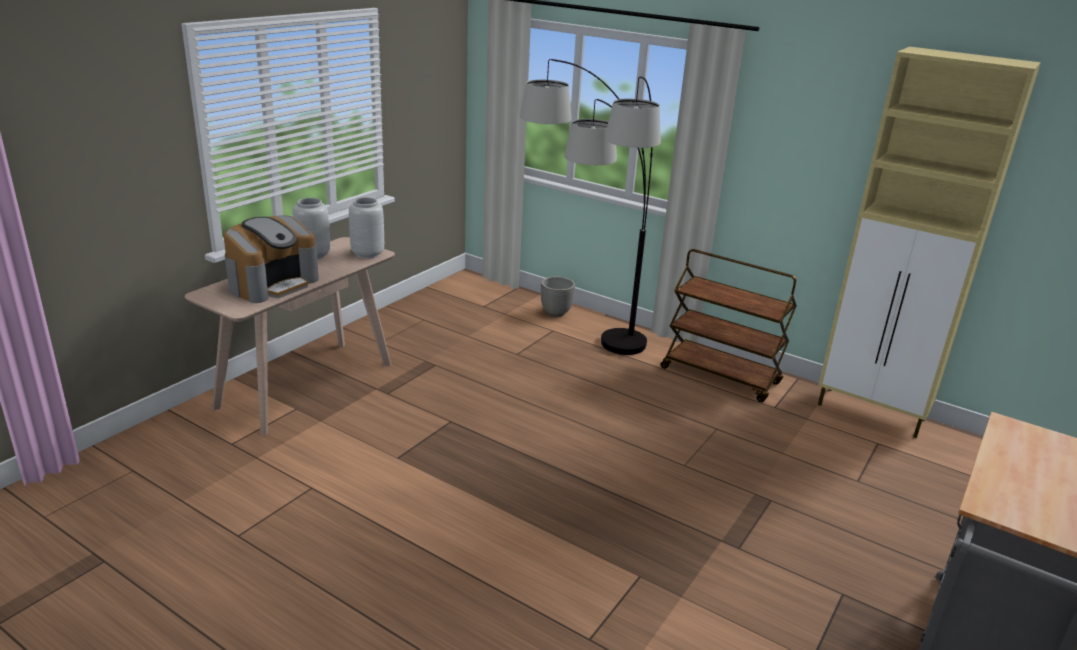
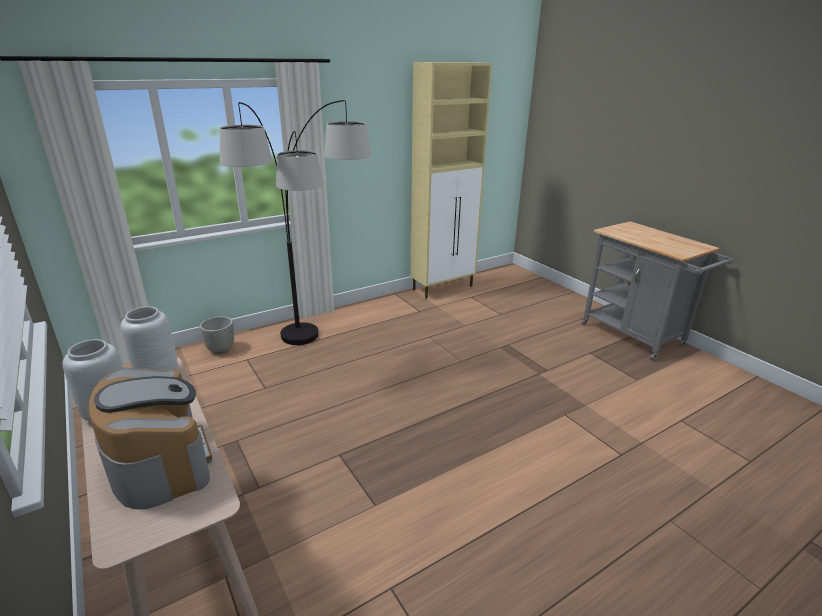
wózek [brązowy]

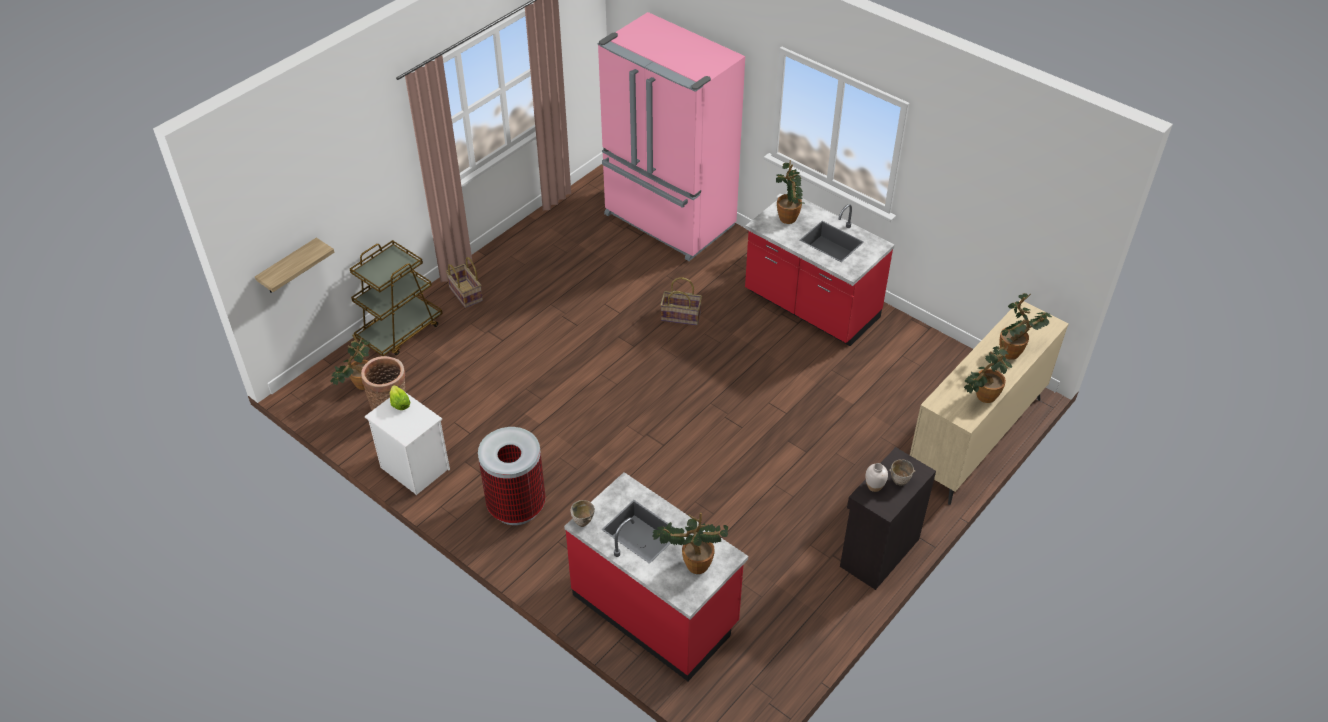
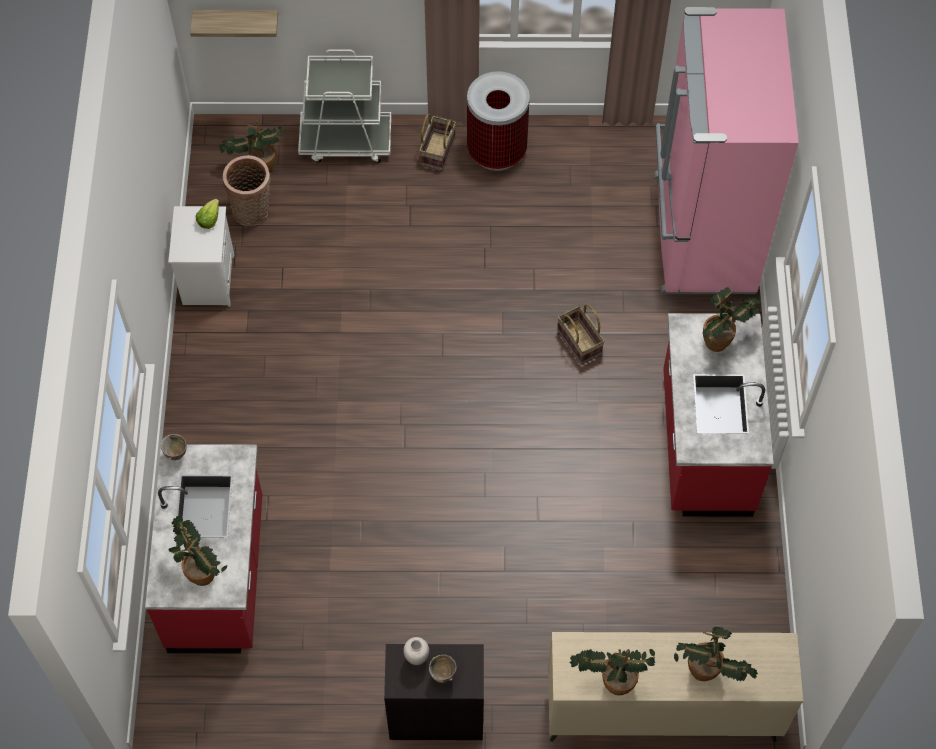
kosz na śmieci
wózek [biały]

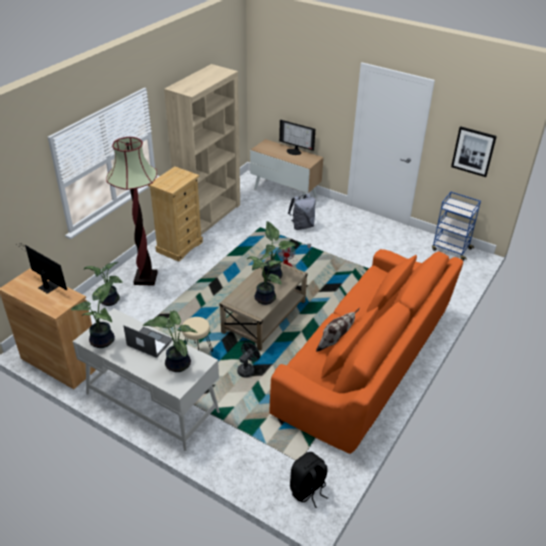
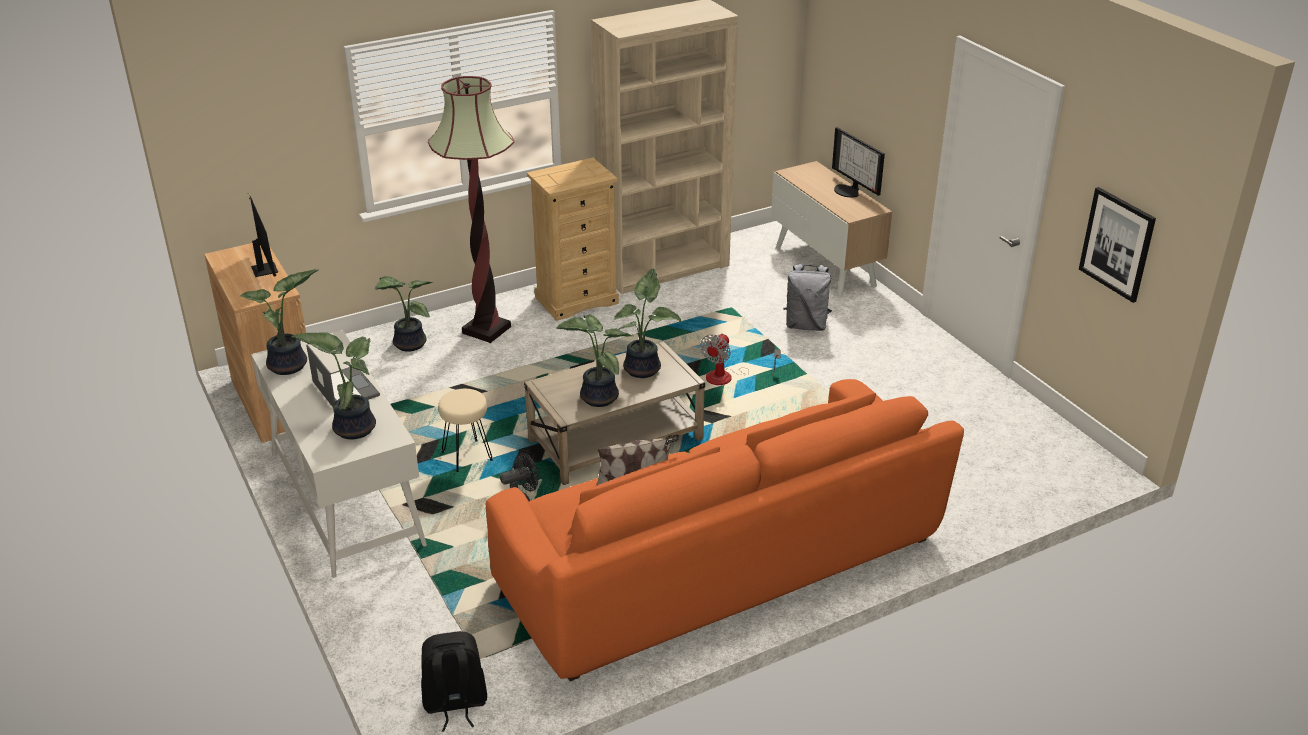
wózek [niebieski]

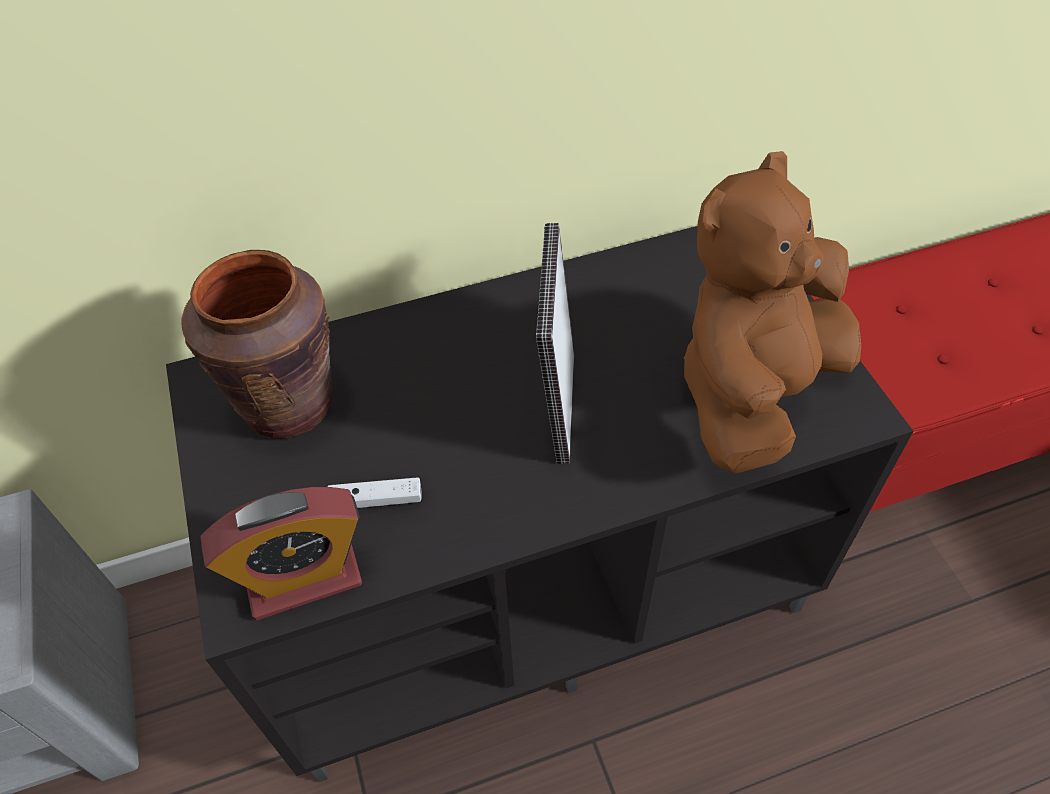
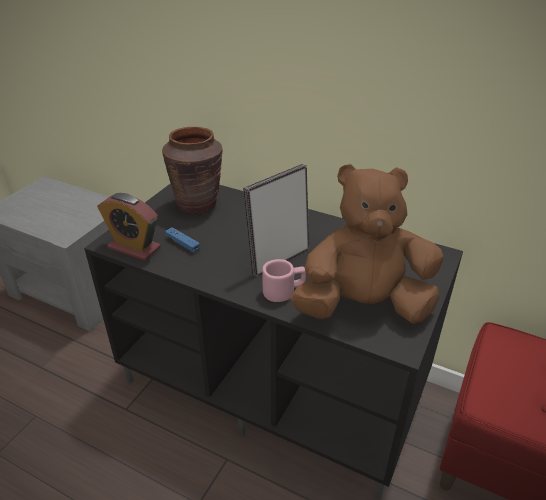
kubek [różowy]
pad do gier [niebieski]

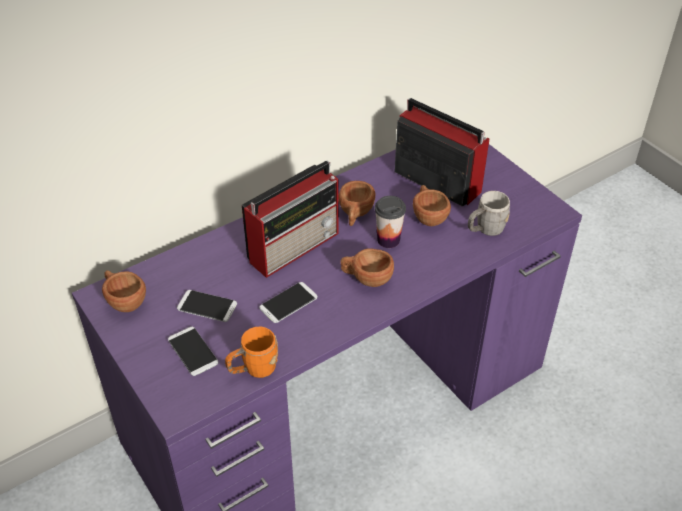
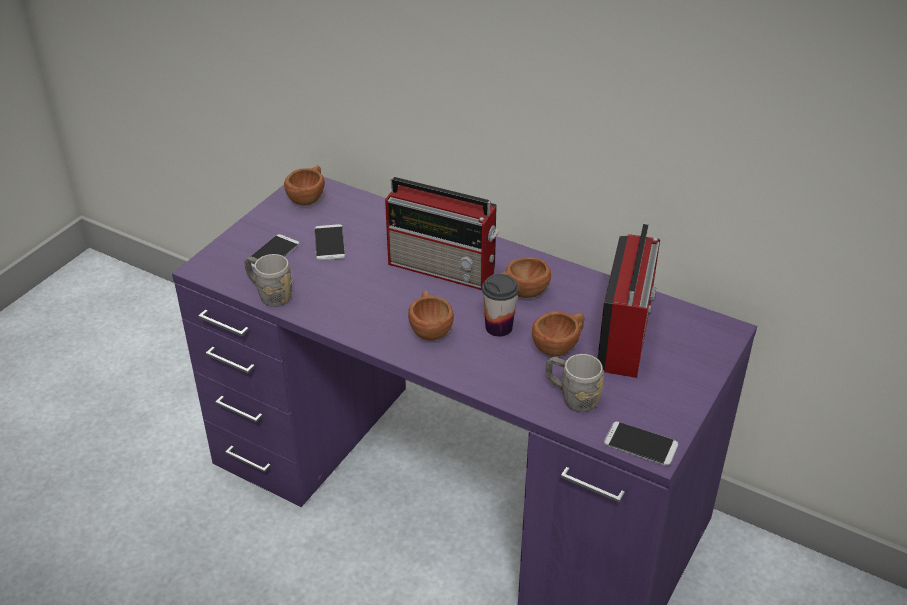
telefon (3rd from left)
kubek [szary] (1st from left)

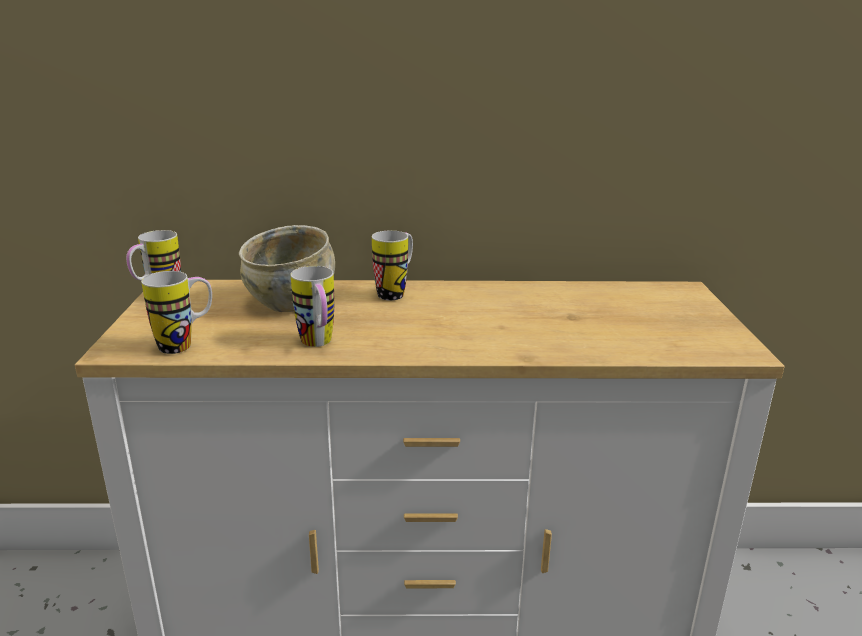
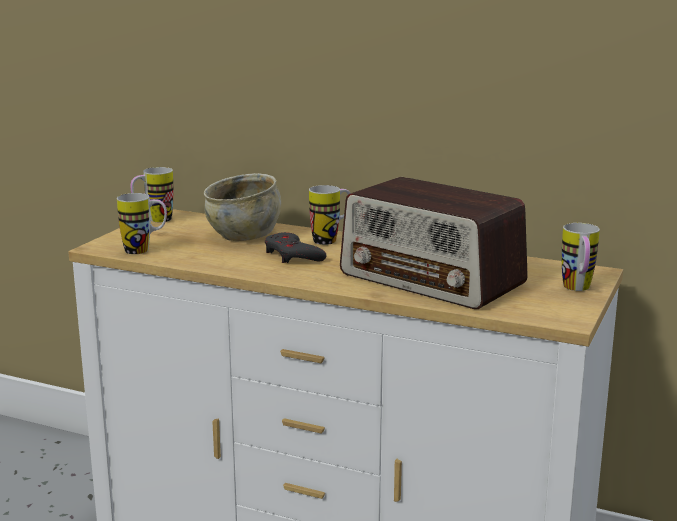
pad do gier [szary]
radio
kubek (4th from left)

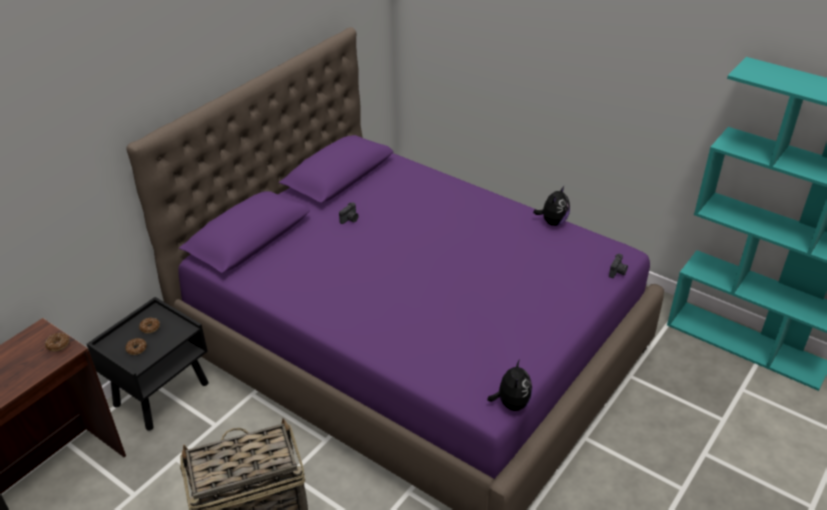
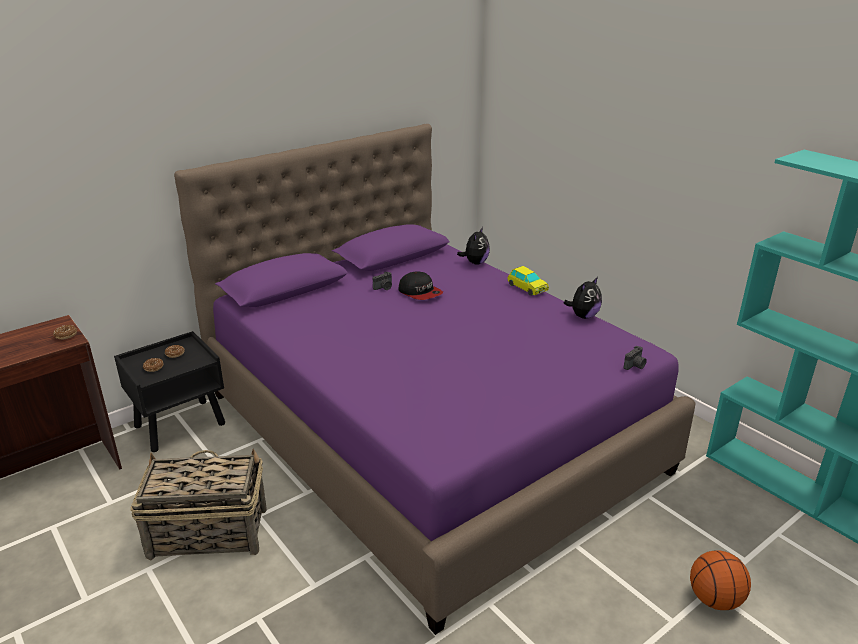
czapka z daszkiem
samochodzik
piłka do koszykówki
pluszak (1st from left)

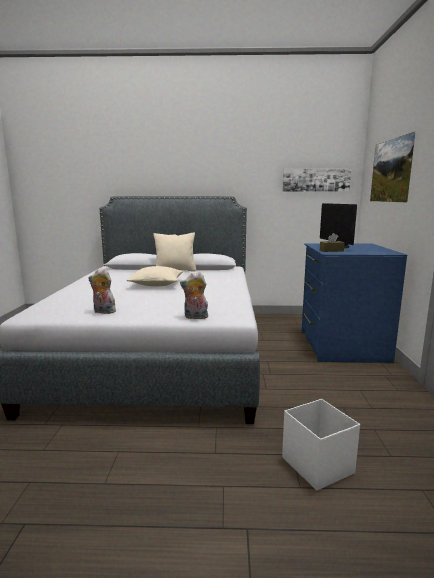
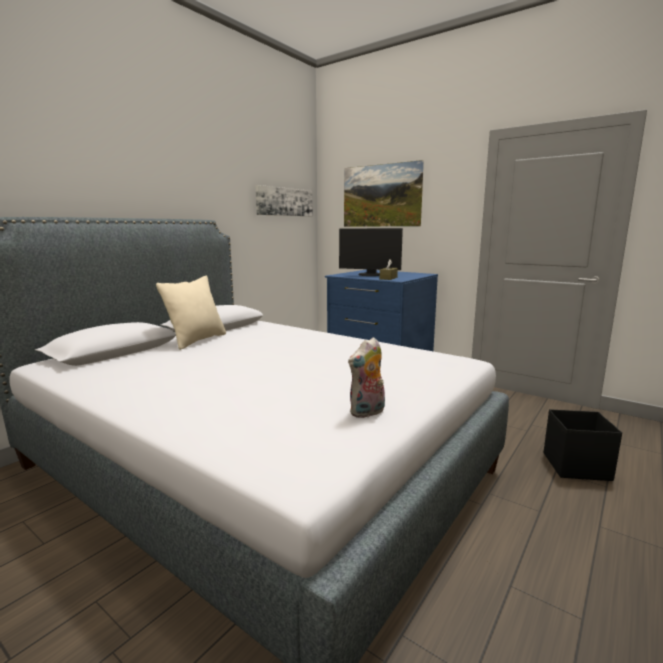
poduszka [beżowy] (1st from left in the first image)
pluszak (2nd from left in the first image)
pojemnik do przechowywania [czarny]

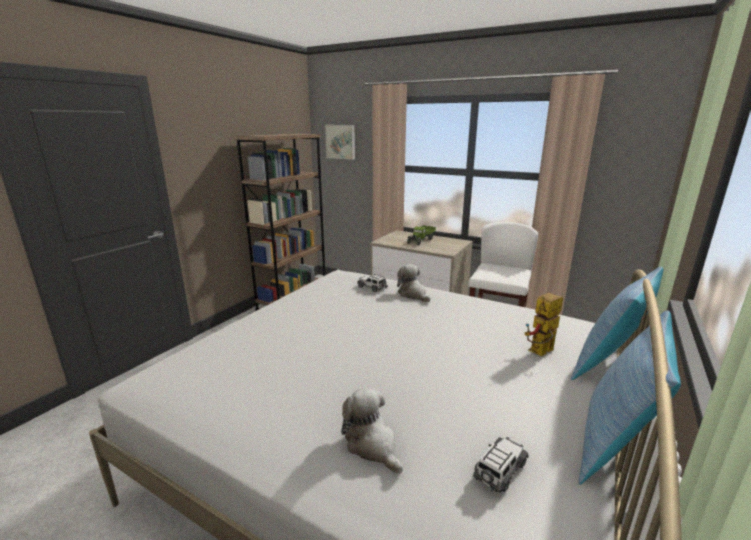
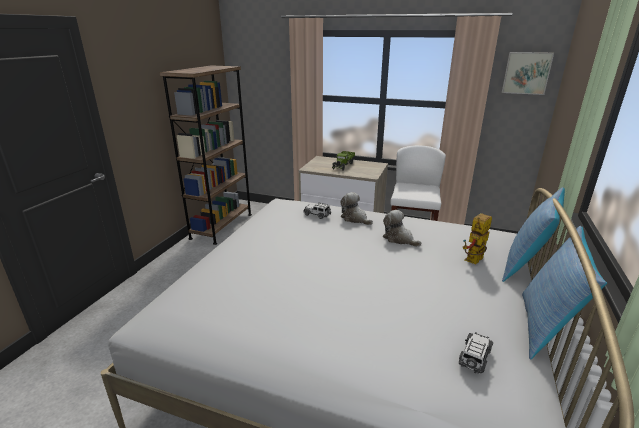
obraz
pluszak (2nd from left)

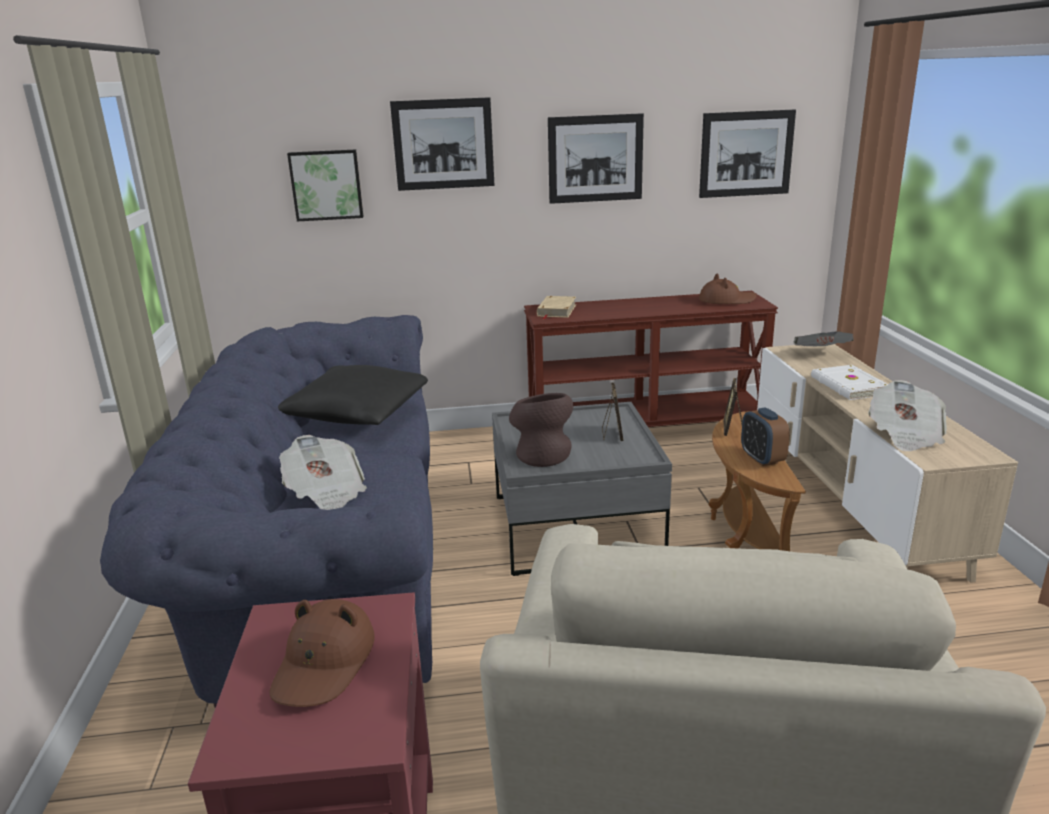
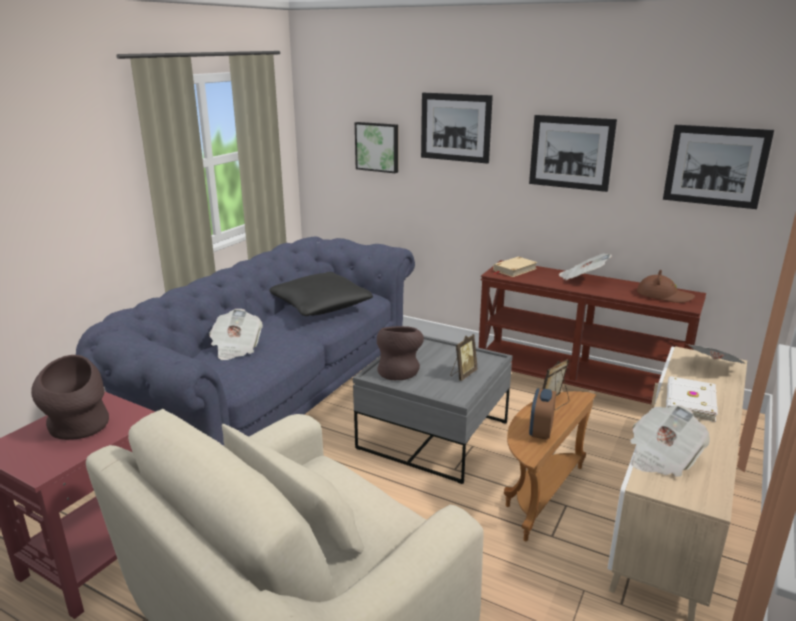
gazeta (2nd from left)
wazon [brązowy] (1st from left)

